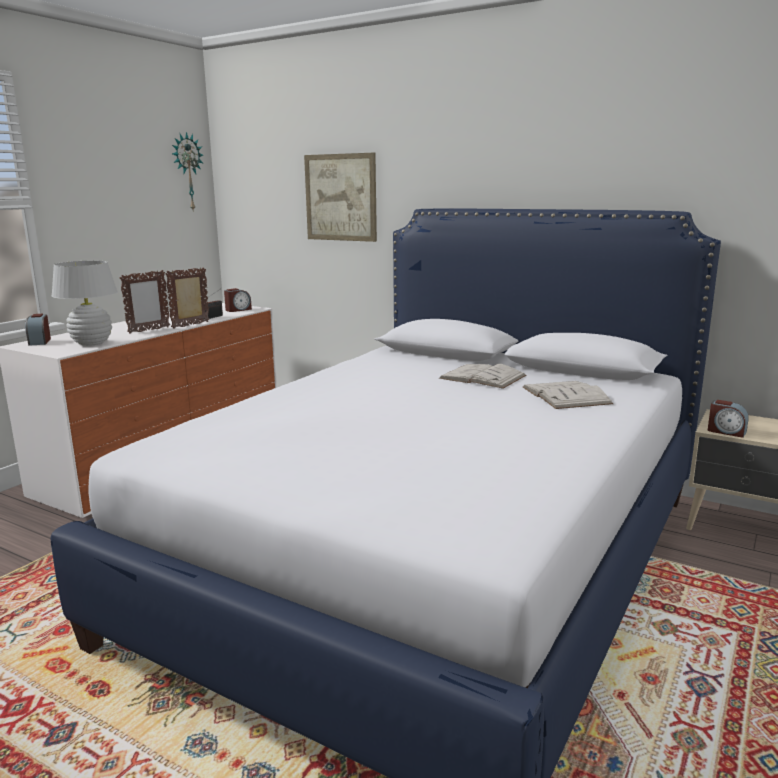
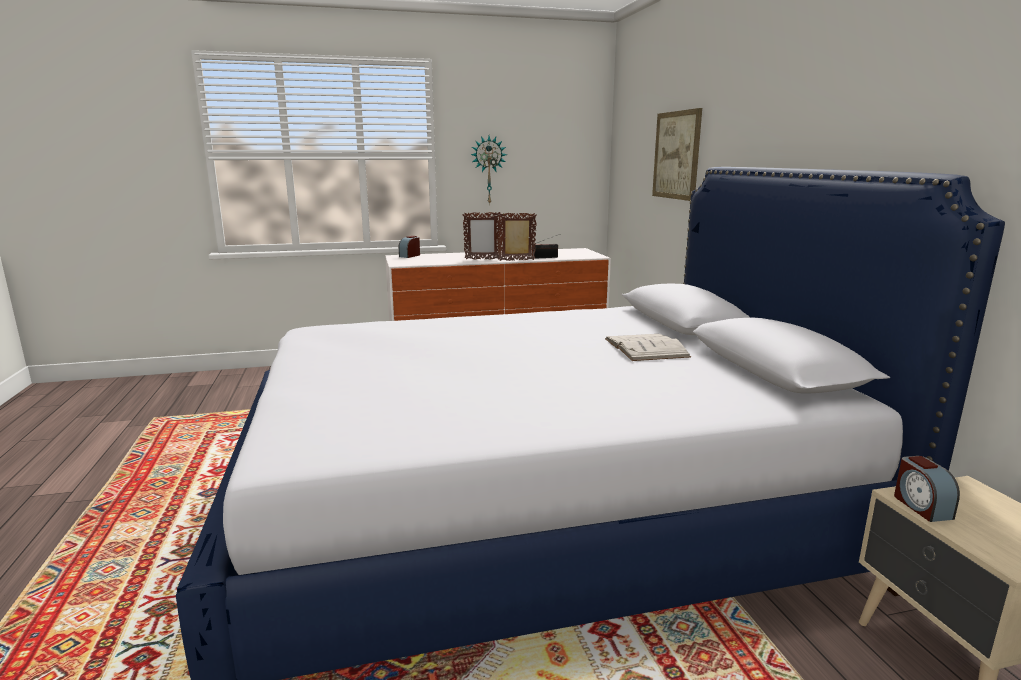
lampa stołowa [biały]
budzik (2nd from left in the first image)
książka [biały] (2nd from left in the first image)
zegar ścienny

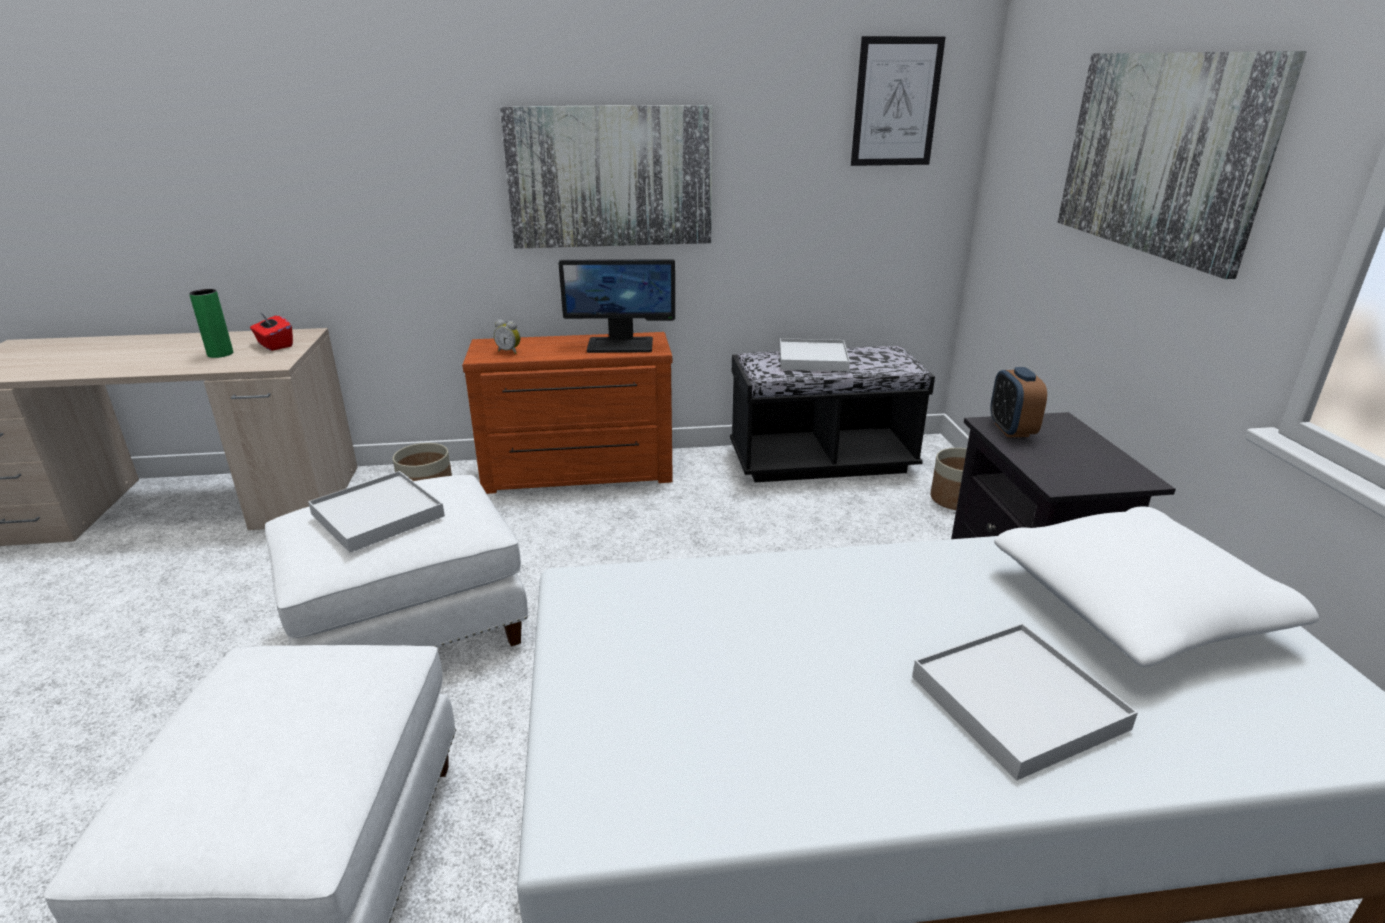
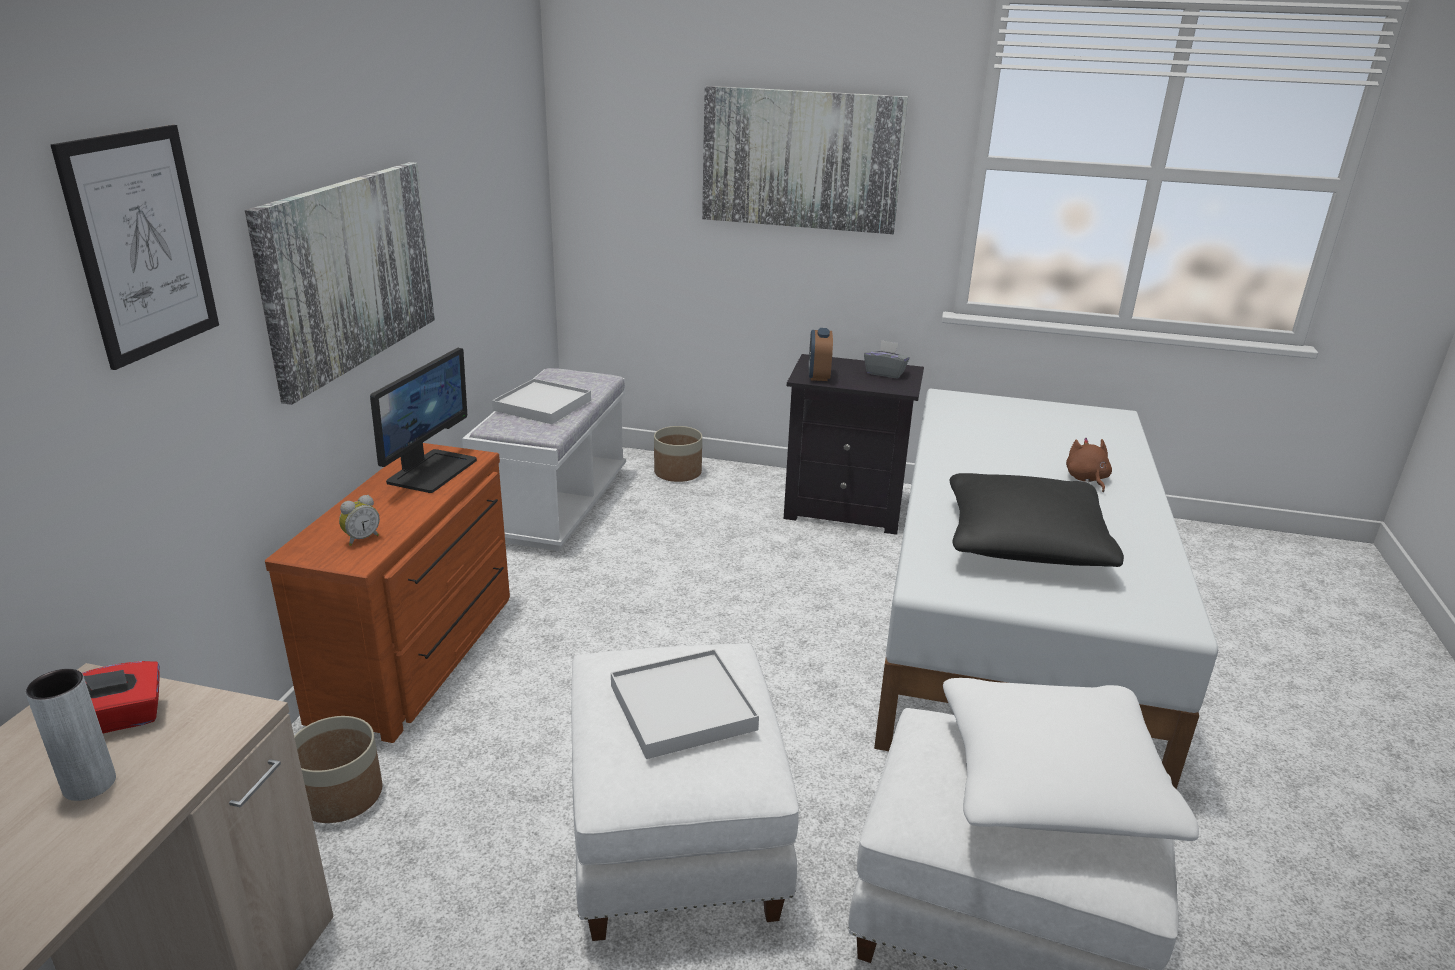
pudełko chusteczek [szary]
poduszka [czarny]
obraz (1st from left)
poduszka [biały]
pluszak [brązowy]
wazon [szary]
ławka [biały]
budzik (2nd from left)

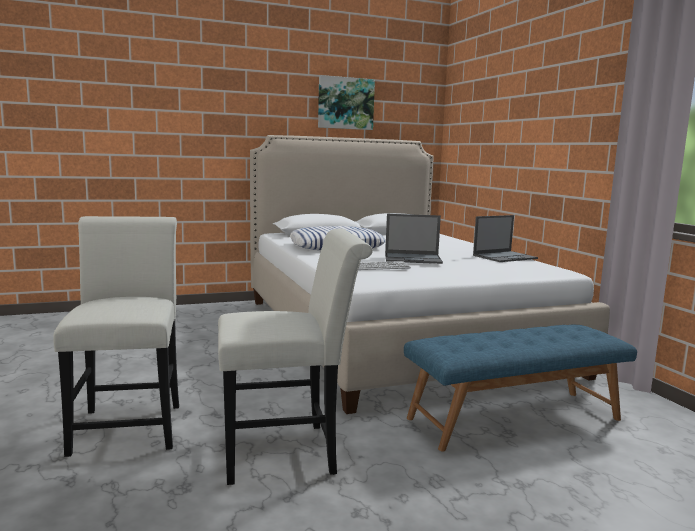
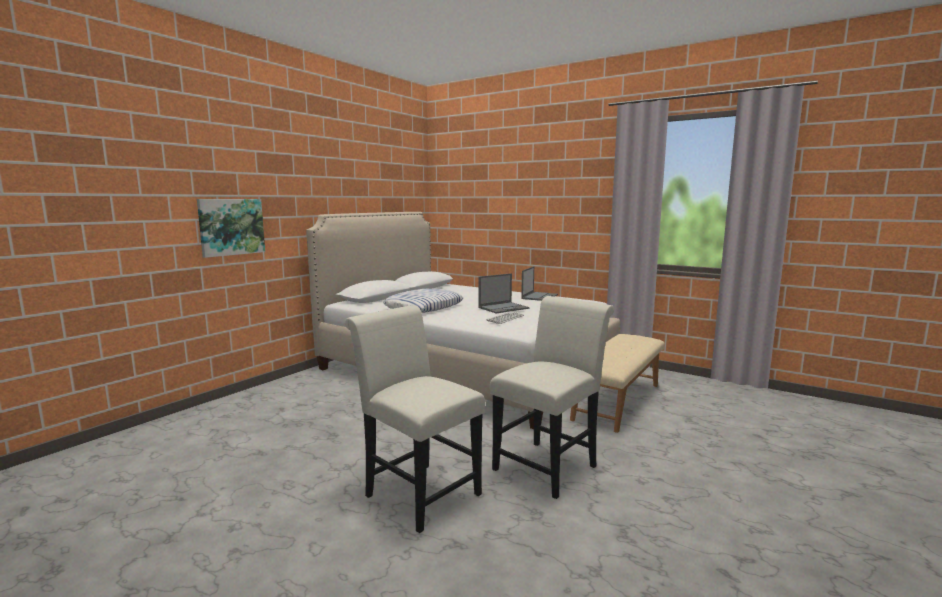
obraz
ławka [beżowy]

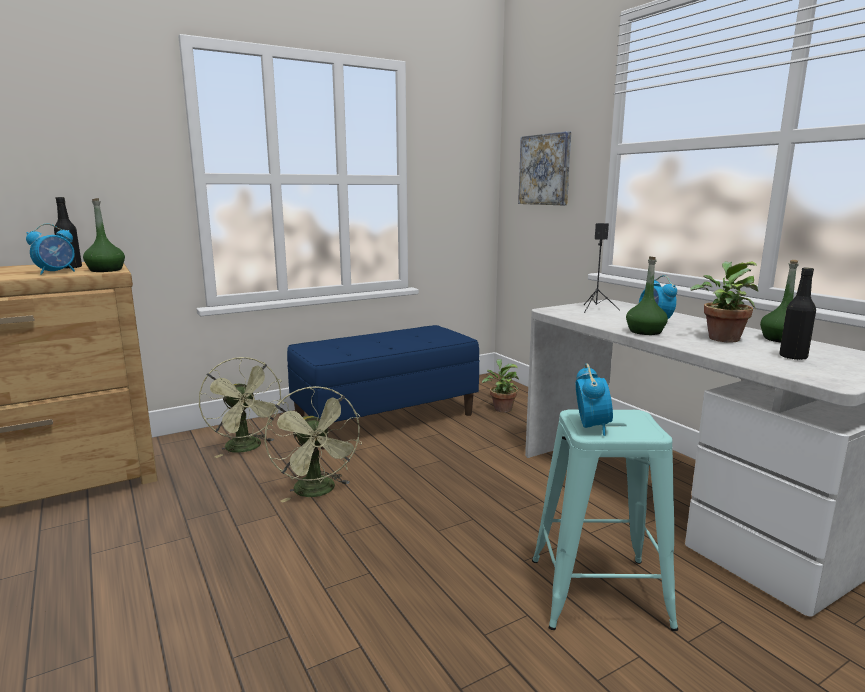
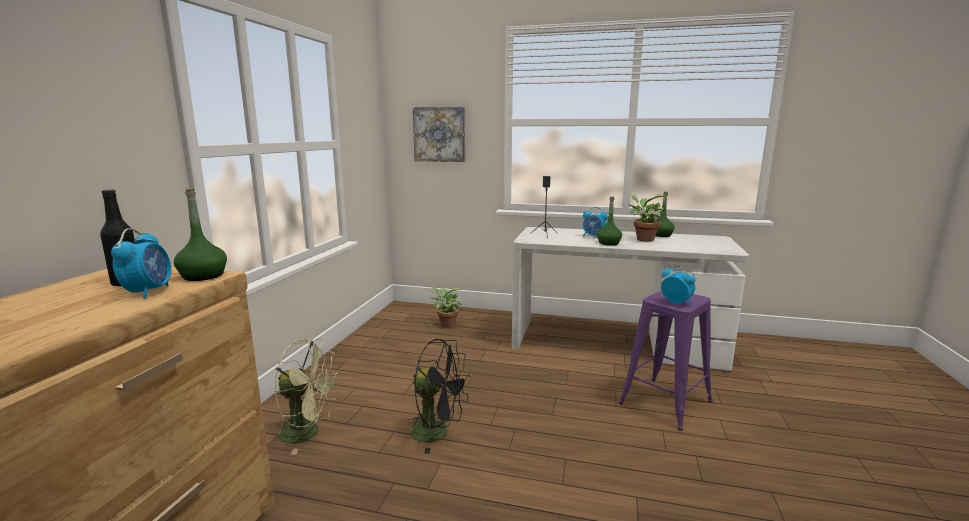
ławka [niebieski]
butelka [czarny] (2nd from left in the first image)
wentylator [czarny]
stołek [fioletowy]

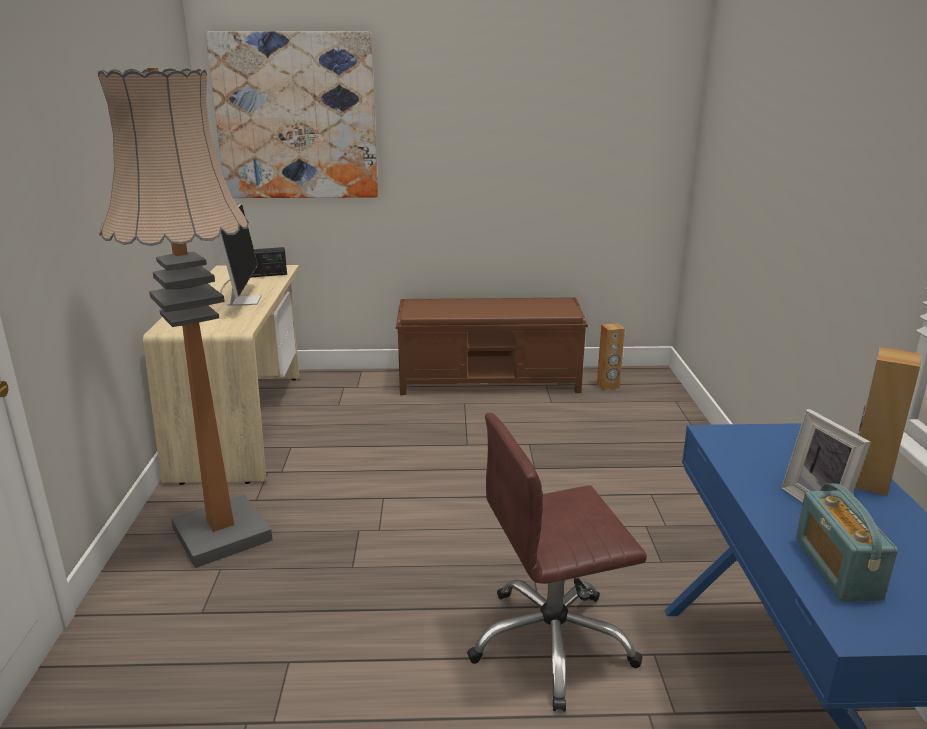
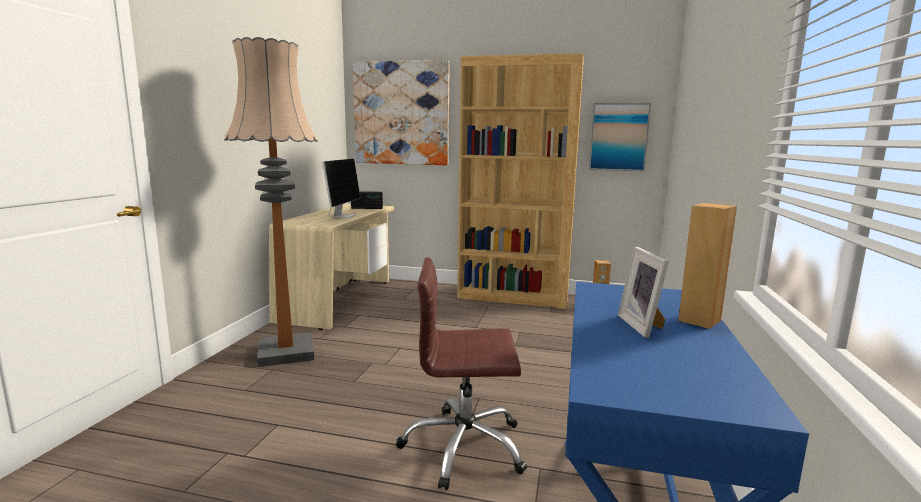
radio (2nd from left in the first image)
obraz (2nd from left)
regał [brązowy]

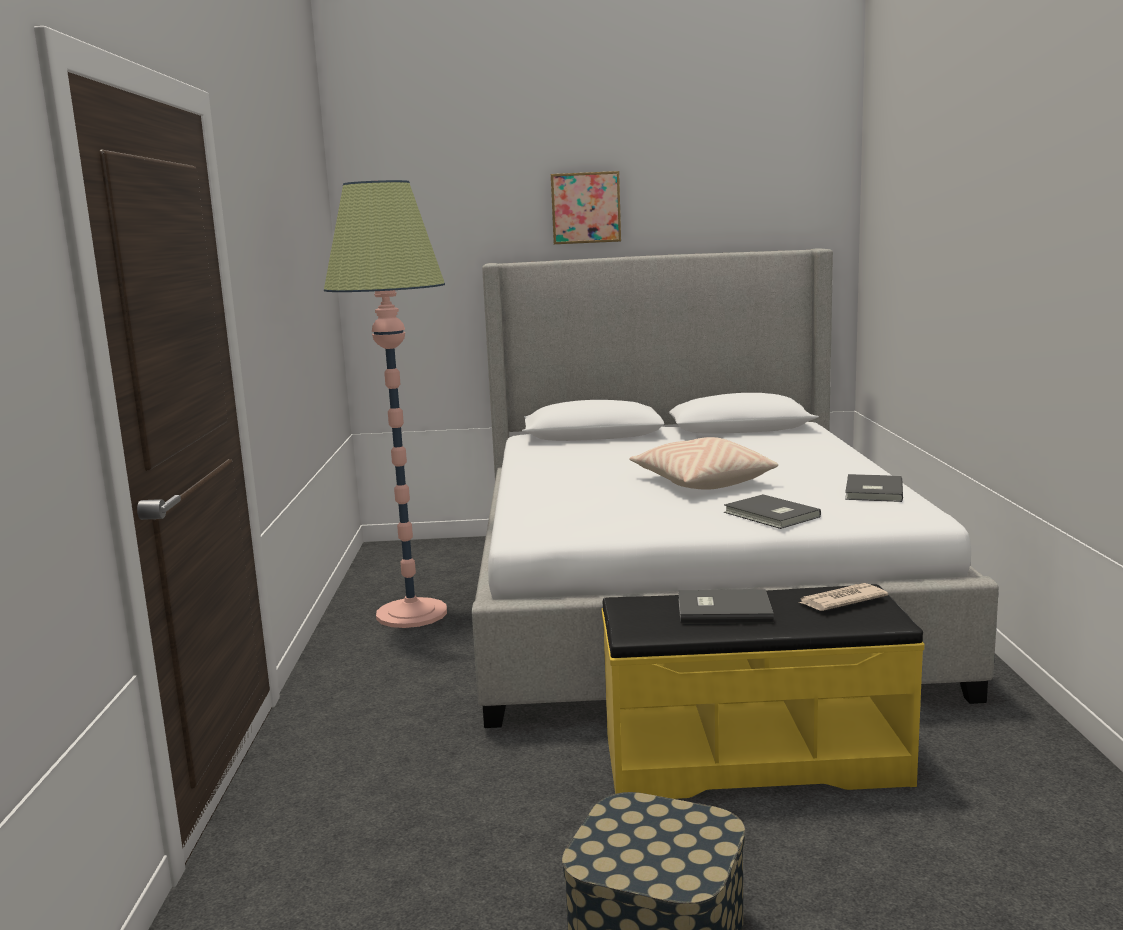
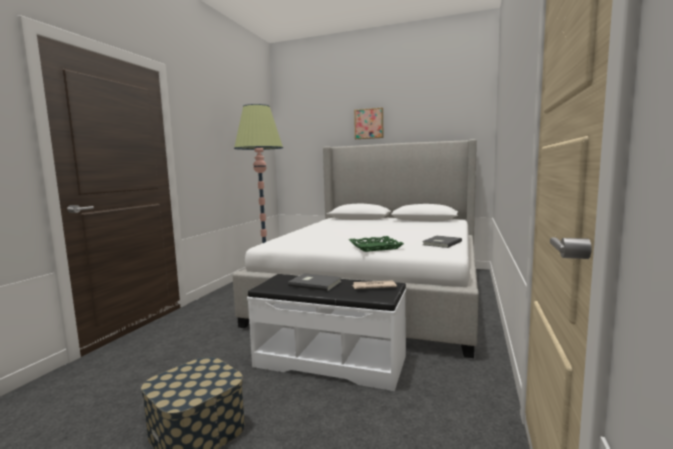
poduszka [beżowy]
taca [zielony]
ławka [biały]

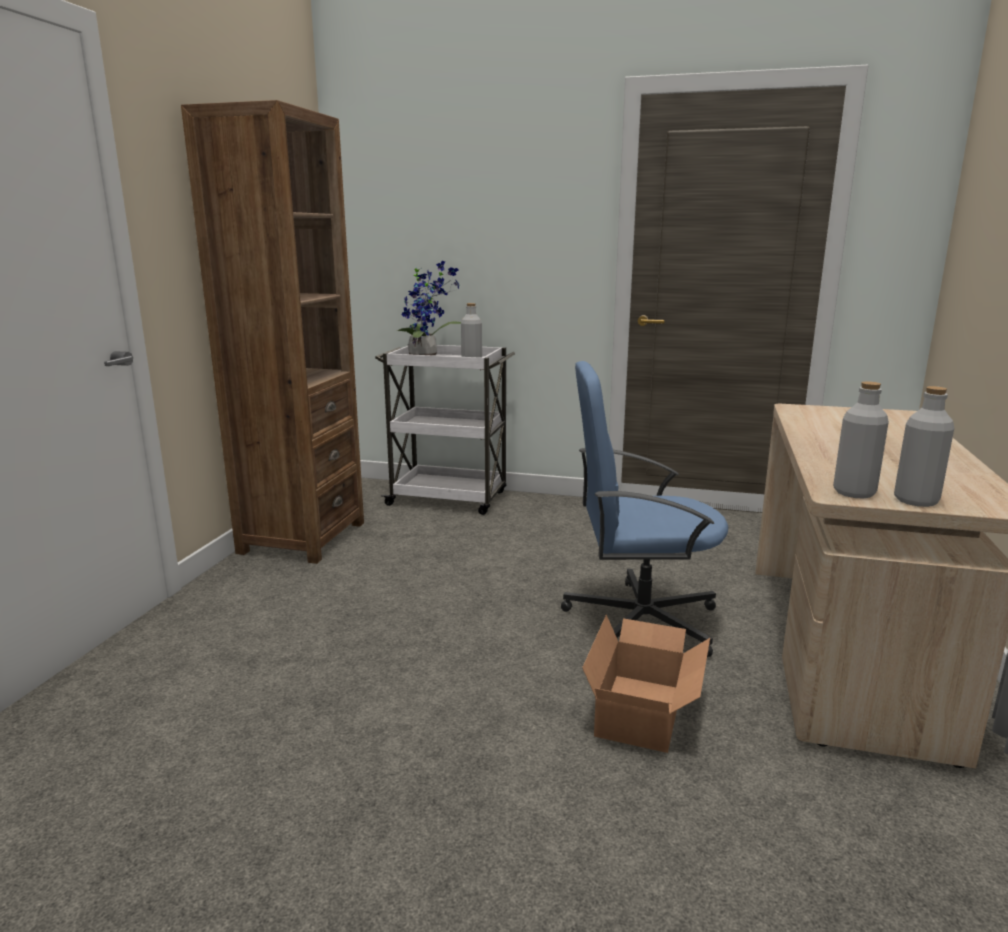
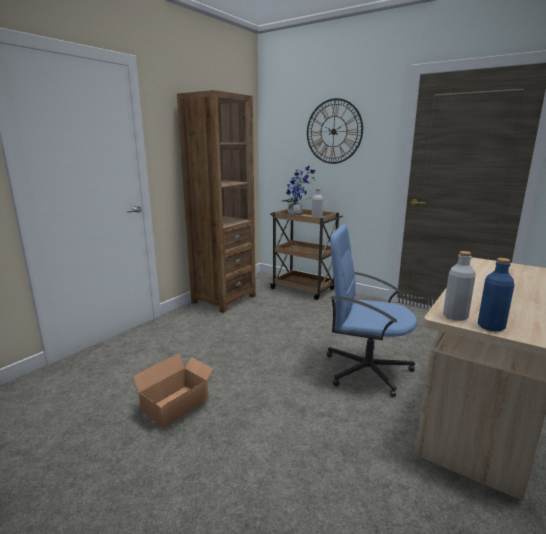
zegar ścienny
karton
wózek [brązowy]
butelka [niebieski]

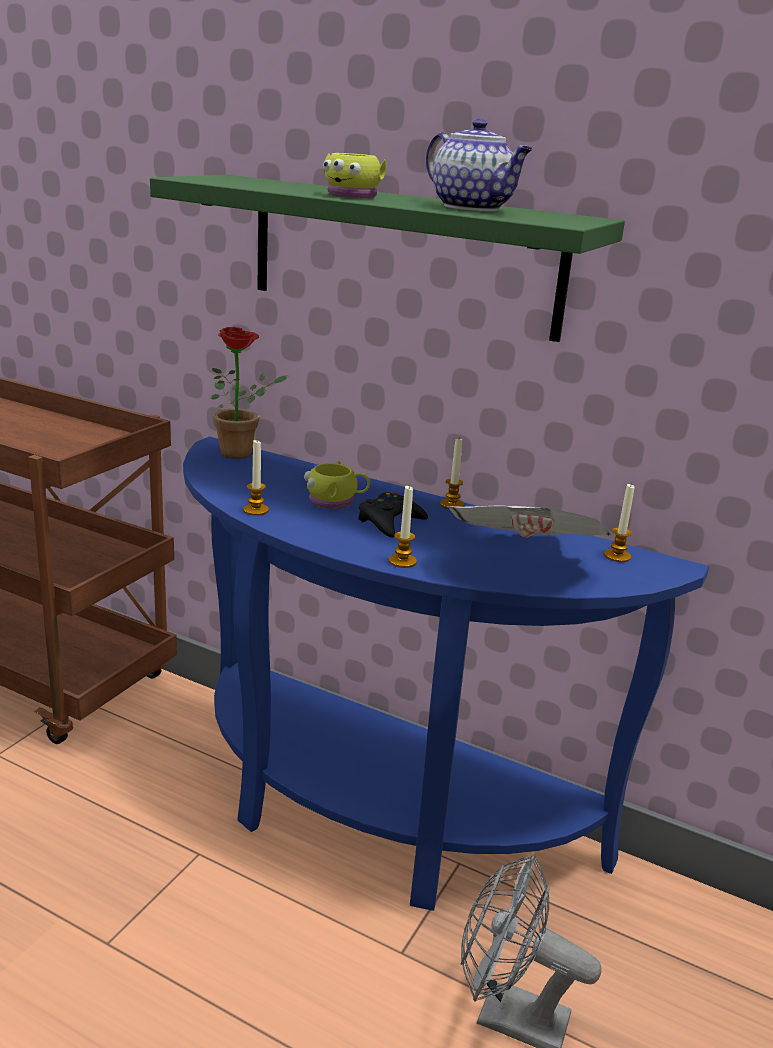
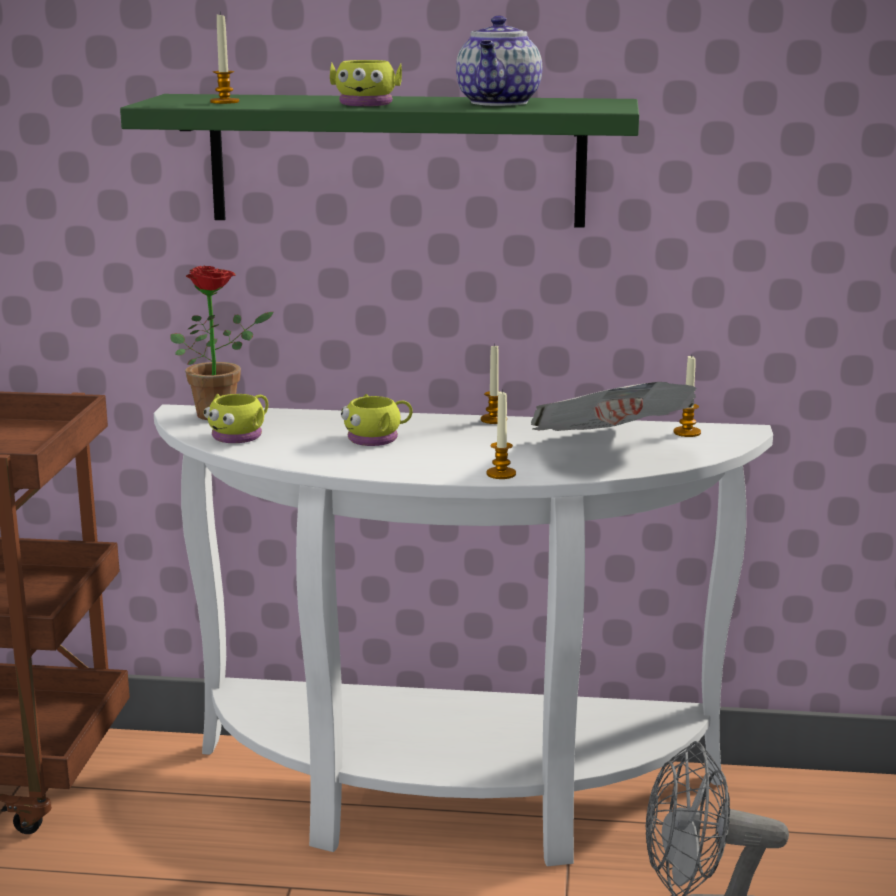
pad do gier [czarny]
kubek [żółty] (1st from left)
świeca (1st from left)
stolik konsolowy [biały]
imbryk

